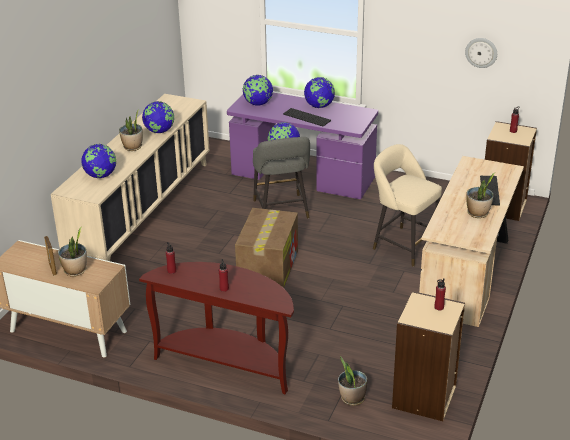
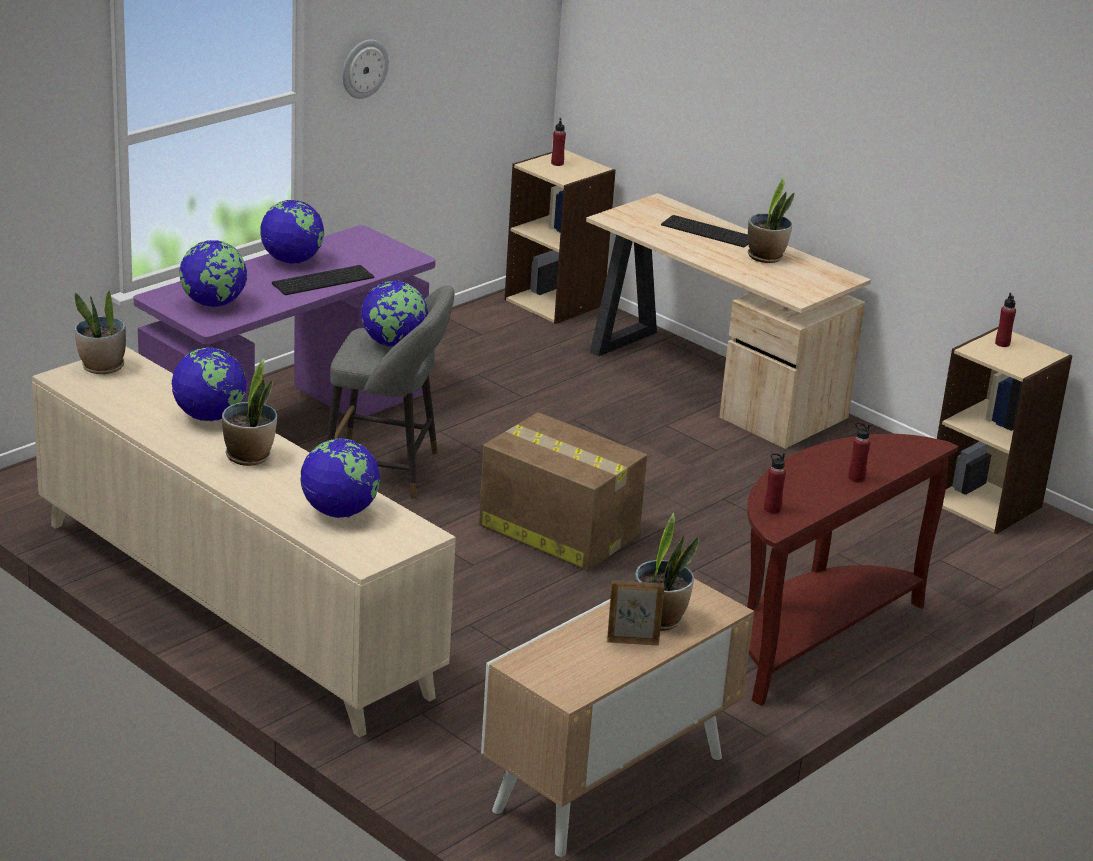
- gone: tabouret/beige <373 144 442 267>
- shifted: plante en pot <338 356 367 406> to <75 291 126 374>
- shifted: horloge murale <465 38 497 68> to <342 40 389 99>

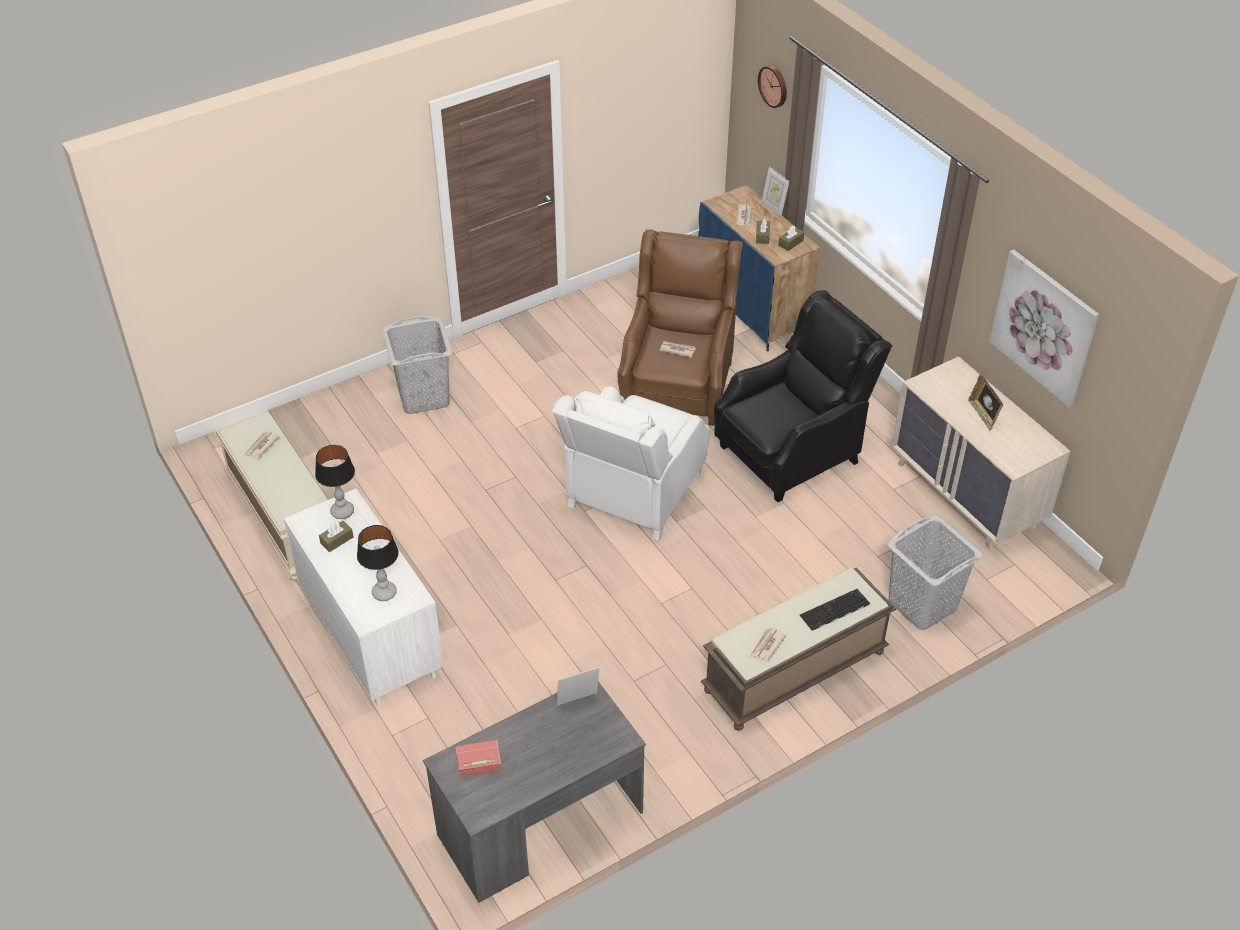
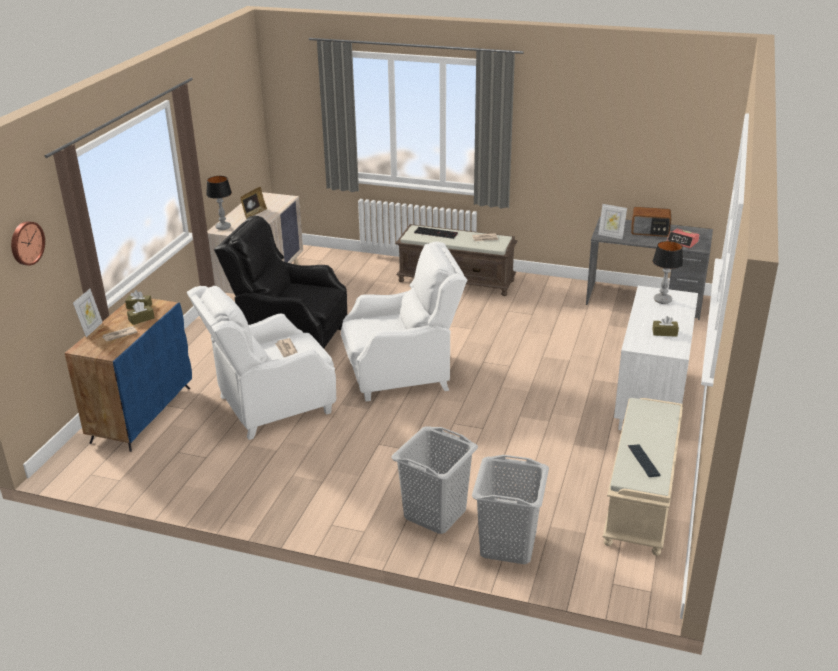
- gone: tableau <989 250 1099 407>
- new: radio <631 207 671 237>
- shifted: lampe de table <315 445 355 519> to <206 176 232 230>
- shifted: panier à linge/gris <887 515 983 630> to <472 455 549 564>
- swapped: journal <244 431 280 459> to clavier <628 444 660 477>
- repainted: fauteuil/marron <617 229 743 426> to fauteuil/blanc <187 286 336 440>

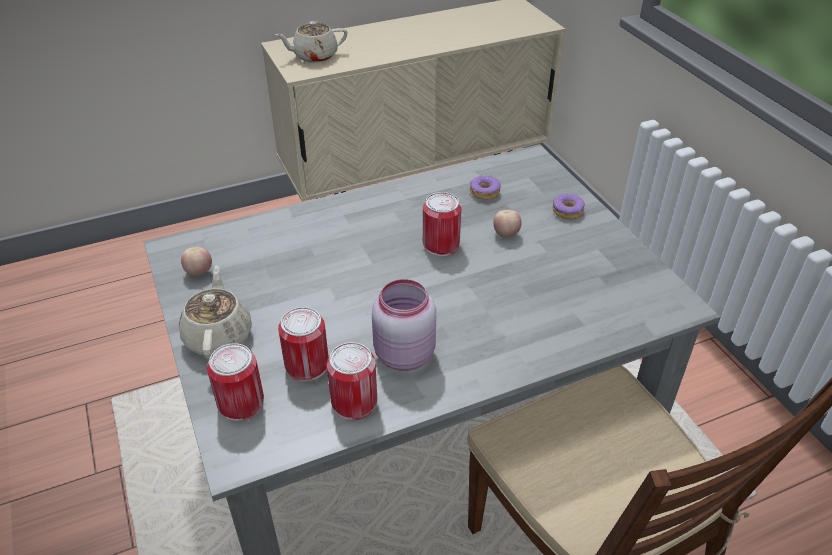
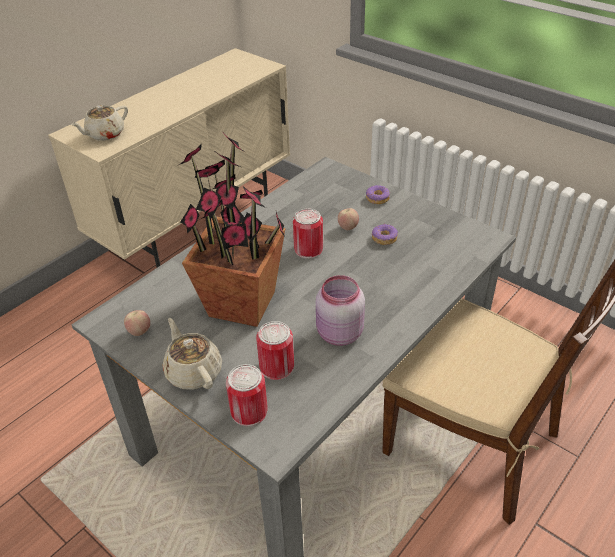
- gone: boîte métallique <327 342 377 420>
- new: plante en pot <179 134 286 327>
- shifted: beignet <470 175 501 200> to <372 224 398 245>

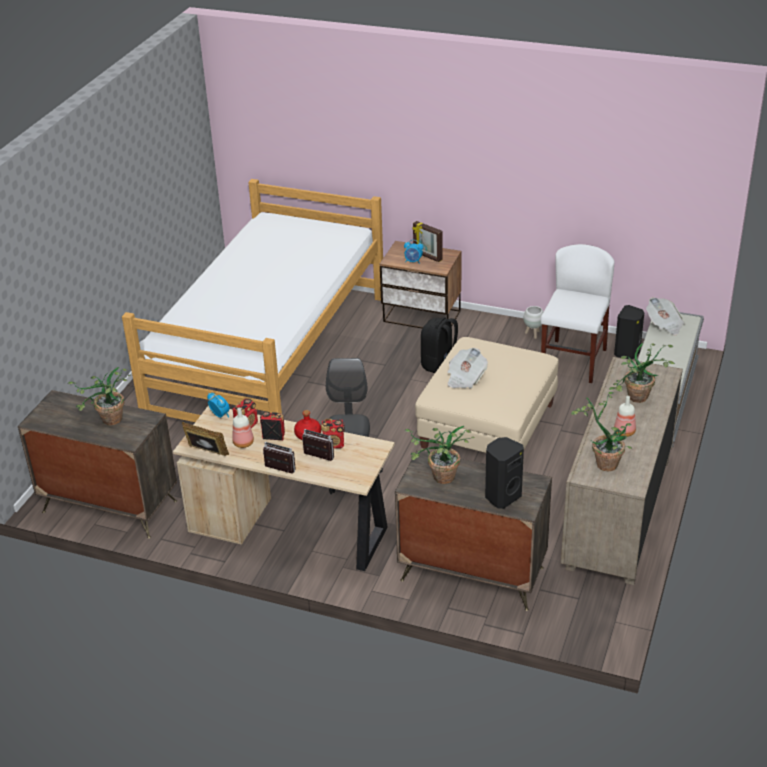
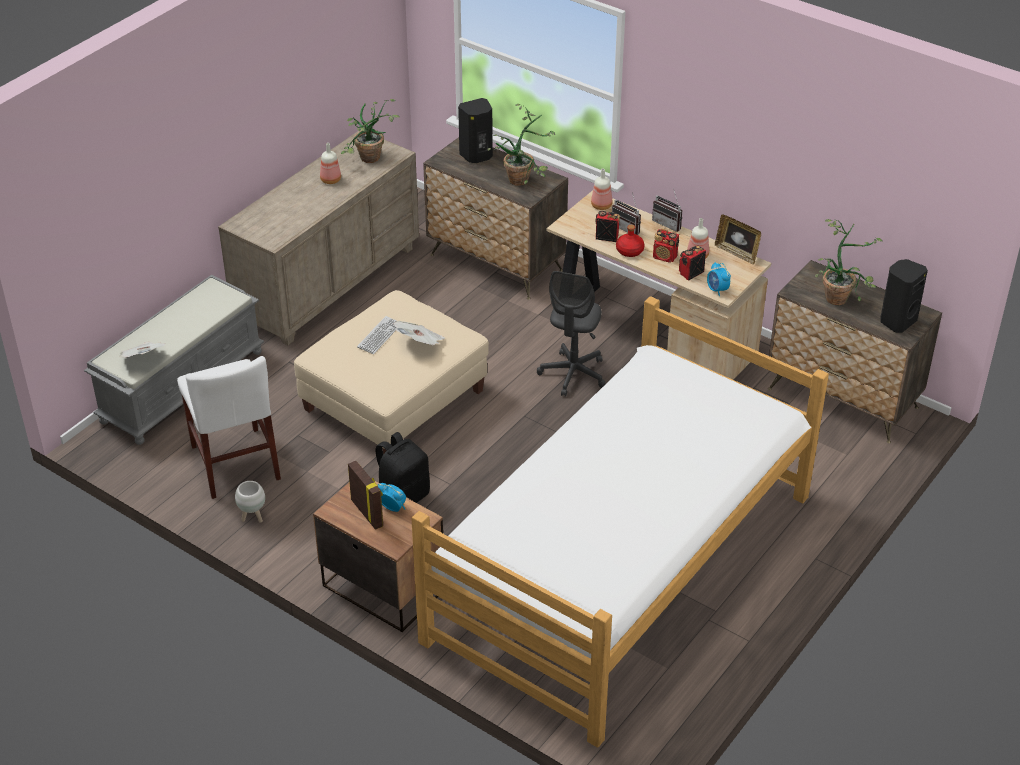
- gone: plante en pot <609 343 675 403>
- new: clavier <357 316 397 354>
- new: bouteille <591 169 612 210>
- shifted: enceinte/noir <614 305 644 359> to <881 259 928 333>
- rotated: chaise/blanc <540 244 615 383> = <177 356 281 499> 60 degrees counterclockwise

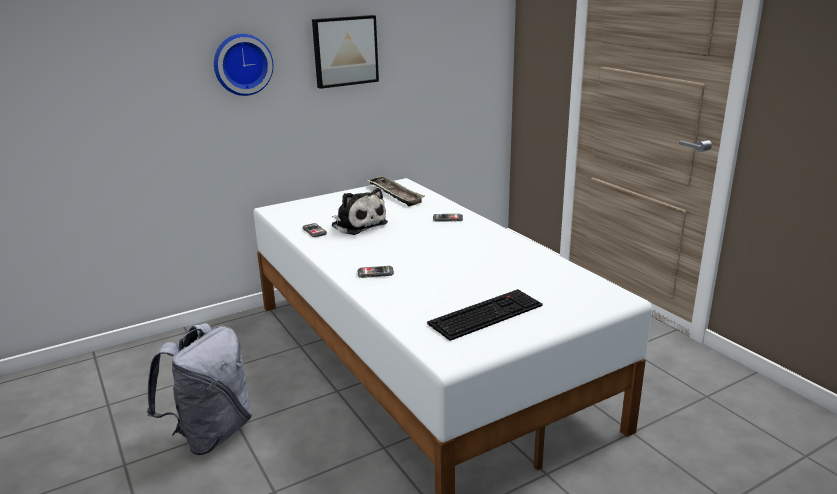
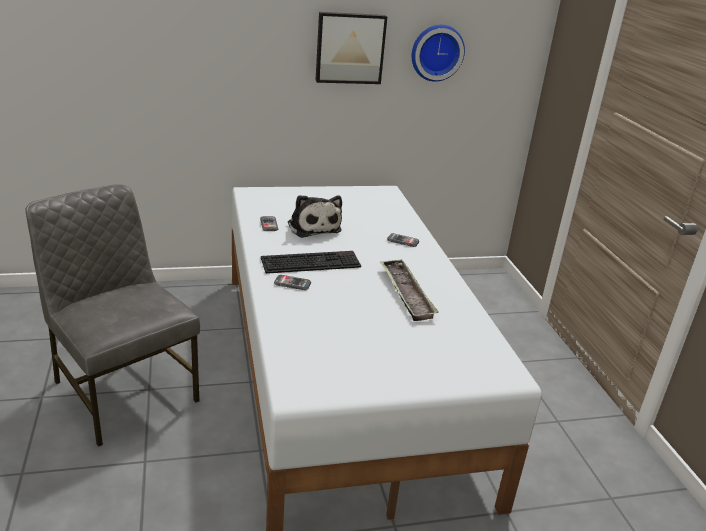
- shifted: horloge murale <214 34 273 96> to <412 25 465 82>
- shifted: plateau <367 176 425 206> to <380 259 439 321>
- shifted: clavier <427 289 543 341> to <261 251 361 274>
- swapped: sac à dos/gris <147 323 252 455> to chaise/gris <26 184 200 447>

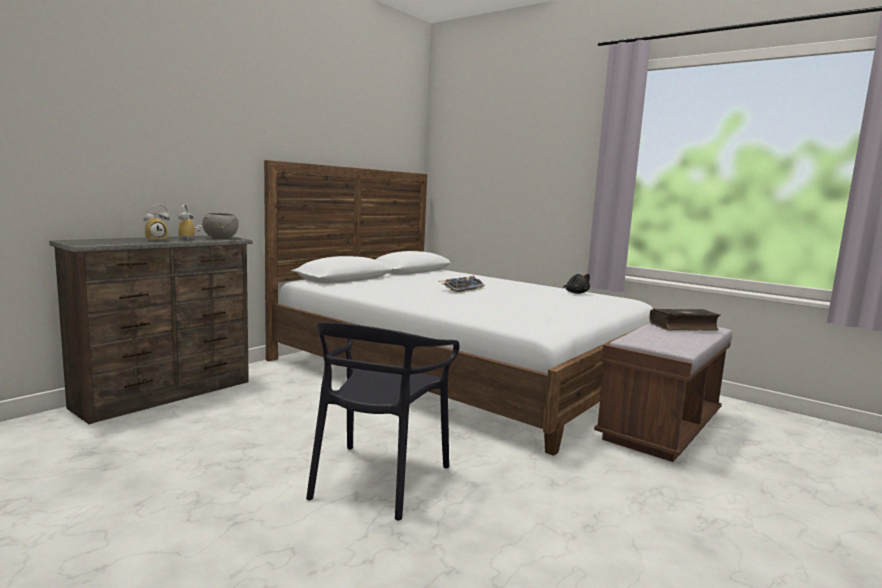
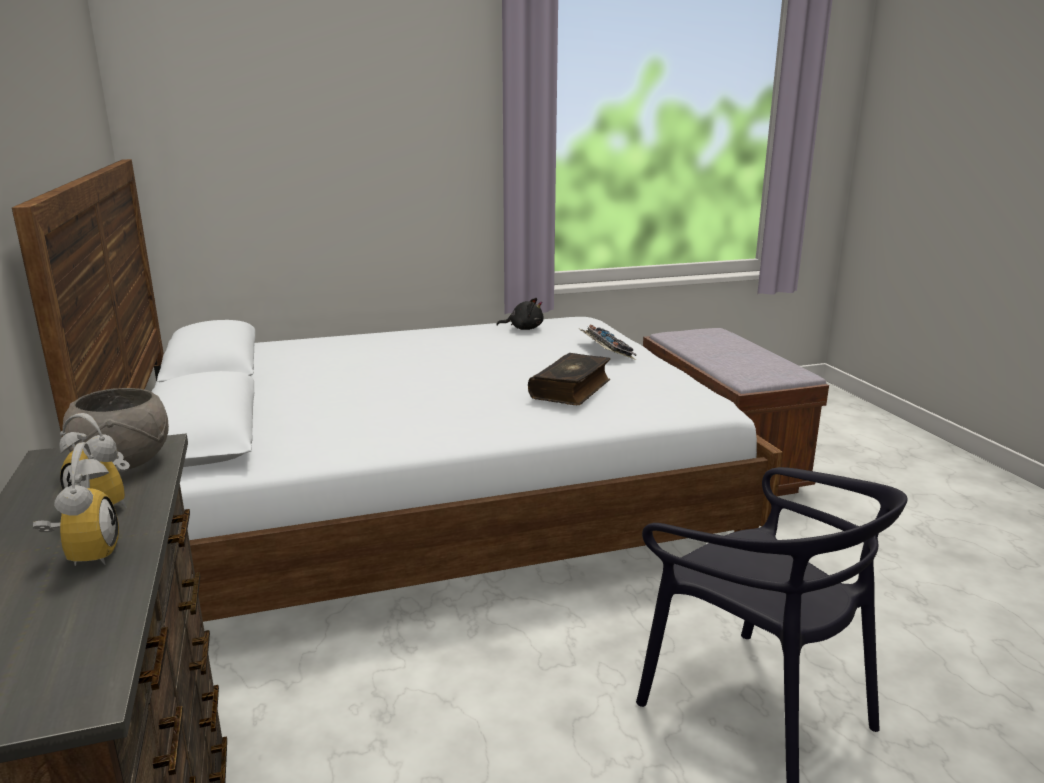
- shifted: clavier <439 276 485 294> to <578 325 638 360>
- shifted: livre <649 308 721 331> to <528 353 610 405>

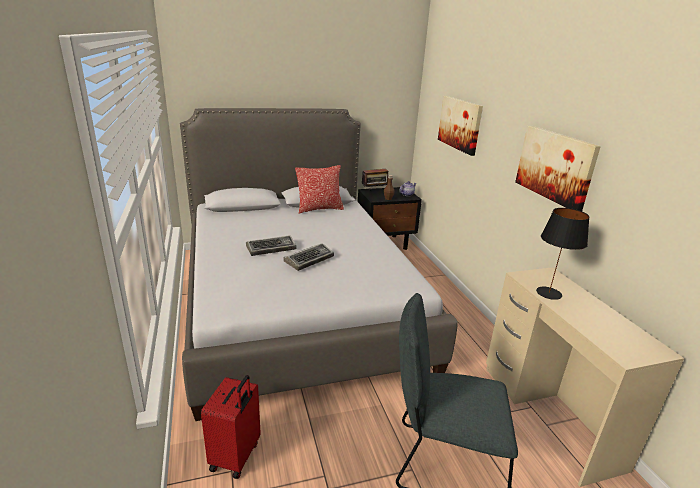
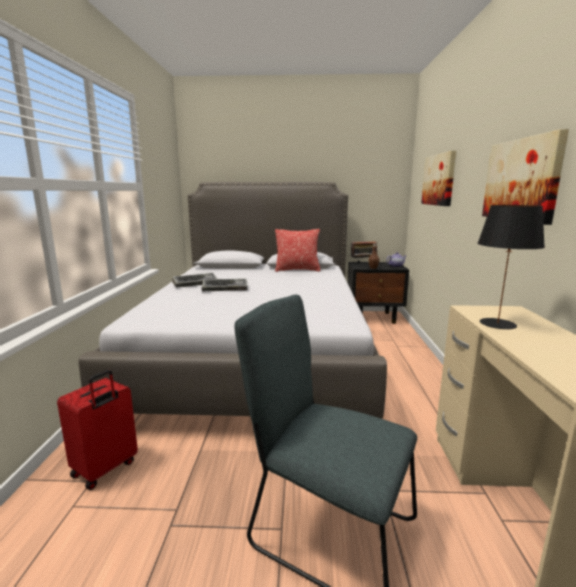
- shifted: clavier <283 243 334 271> to <172 273 218 288>

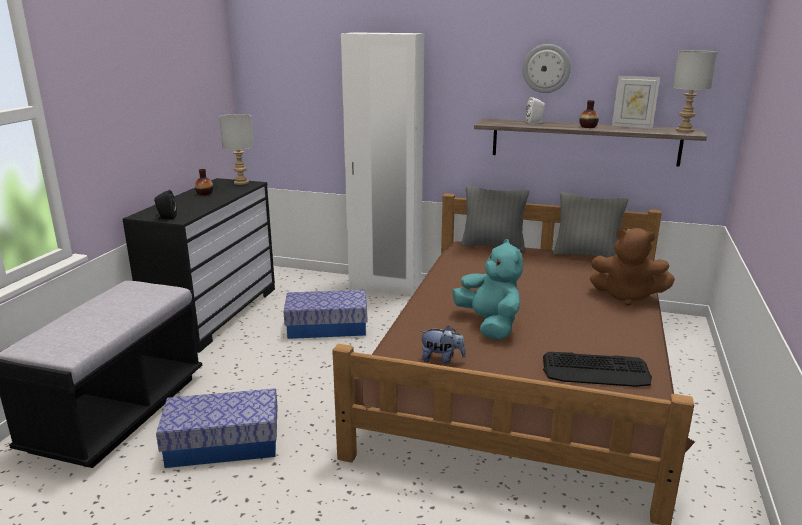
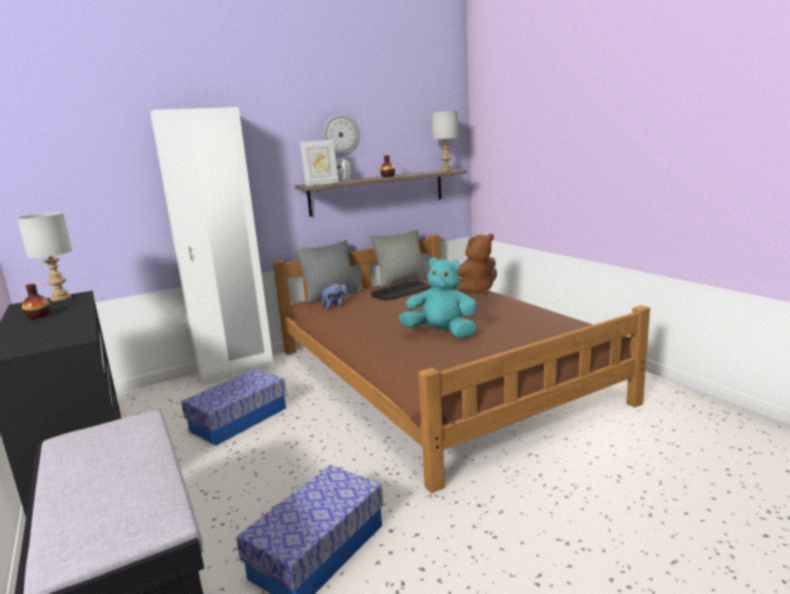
- gone: enceinte/noir <154 190 177 220>
- shifted: peluche <419 326 466 364> to <320 283 349 309>
- shifted: clavier <543 352 652 387> to <371 280 431 301>
- shifted: cadre photo <612 76 660 129> to <300 140 339 186>

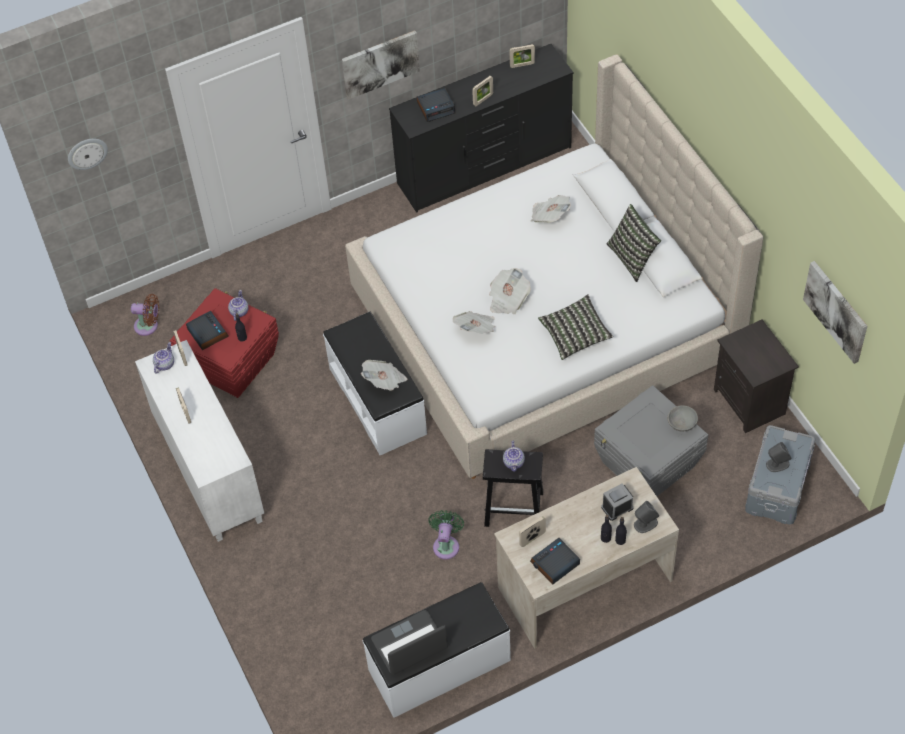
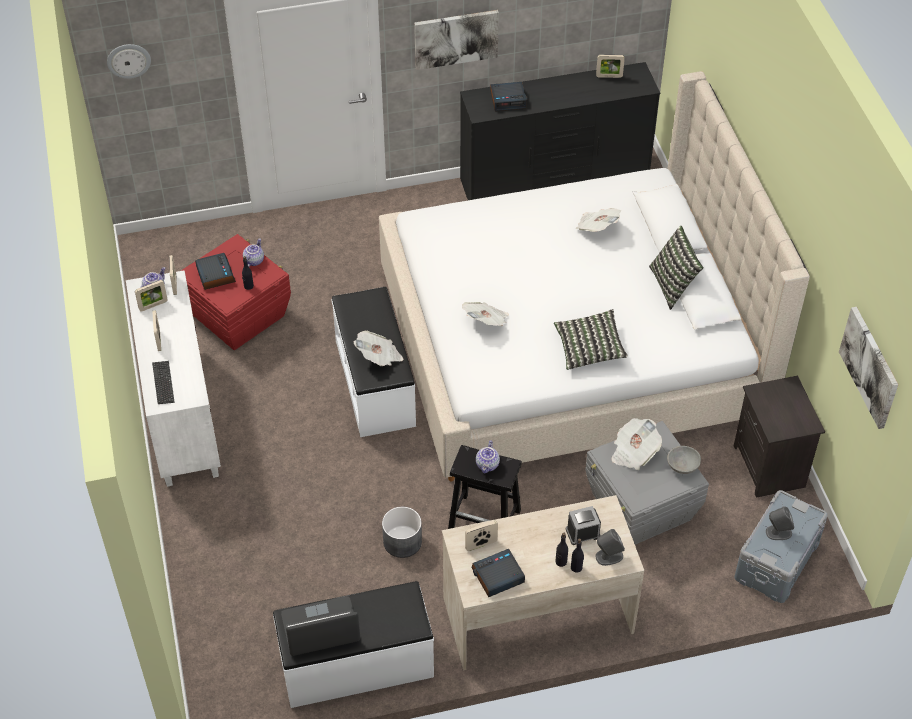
- gone: ventilateur/marron <131 294 159 336>
- new: clavier <152 361 175 404>
- shifted: cadre photo <472 76 493 106> to <135 280 168 312>
- shifted: journal <489 268 531 314> to <611 418 662 470>
- swapped: ventilateur/vert <428 510 464 559> to cache-pot/gris <382 507 422 558>

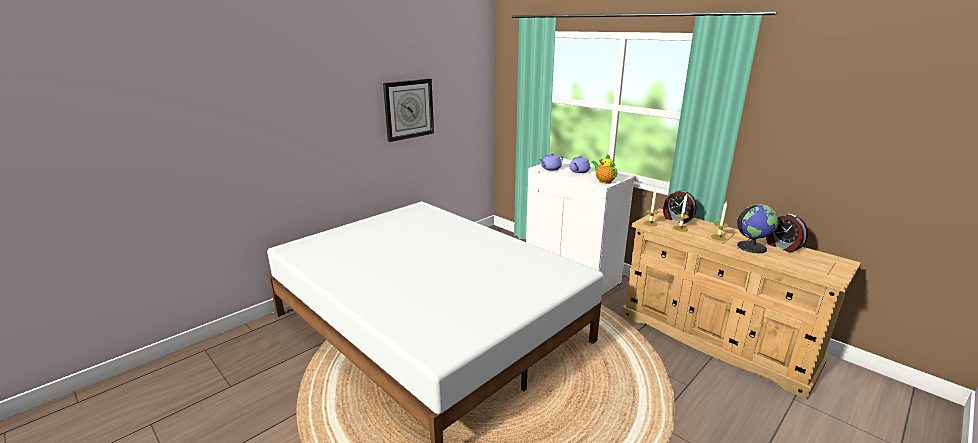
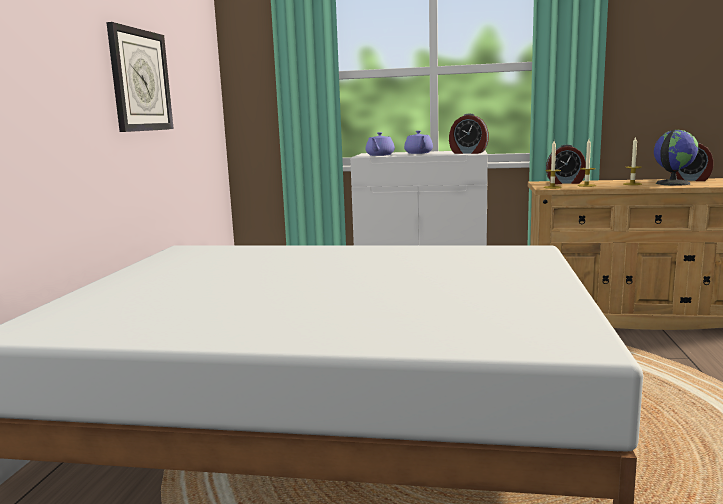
- swapped: théière <591 154 617 184> to réveil <449 114 489 154>

